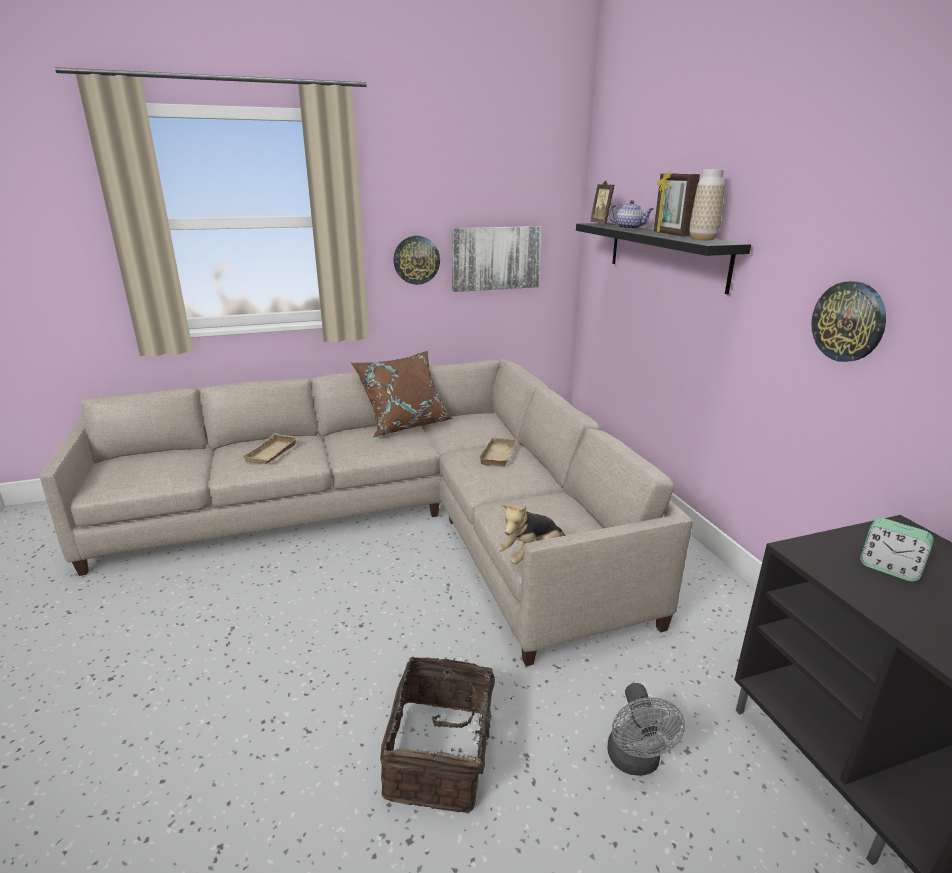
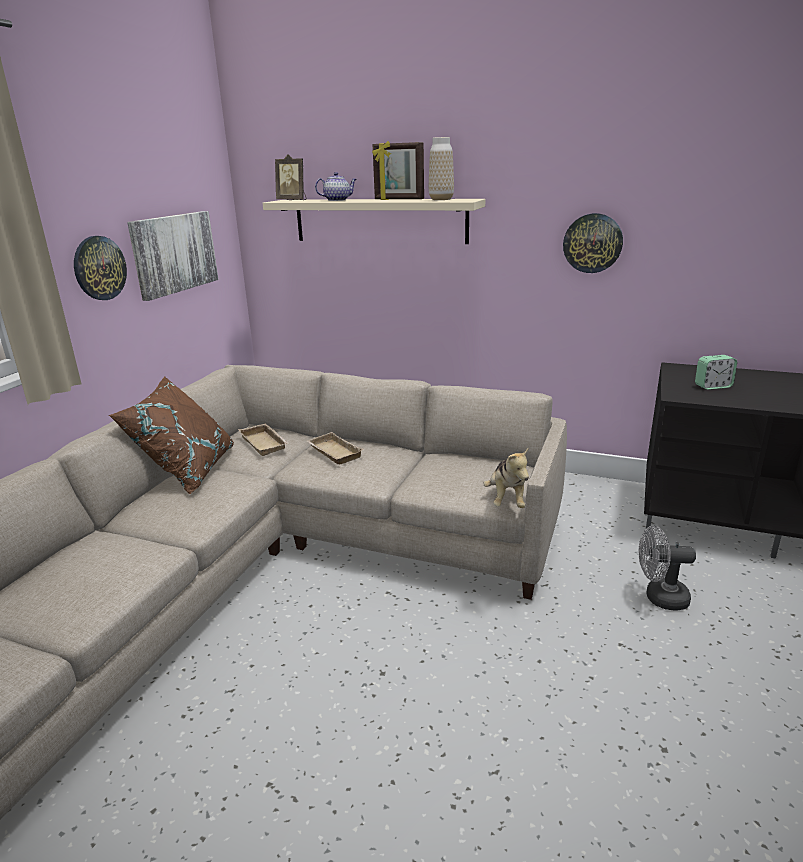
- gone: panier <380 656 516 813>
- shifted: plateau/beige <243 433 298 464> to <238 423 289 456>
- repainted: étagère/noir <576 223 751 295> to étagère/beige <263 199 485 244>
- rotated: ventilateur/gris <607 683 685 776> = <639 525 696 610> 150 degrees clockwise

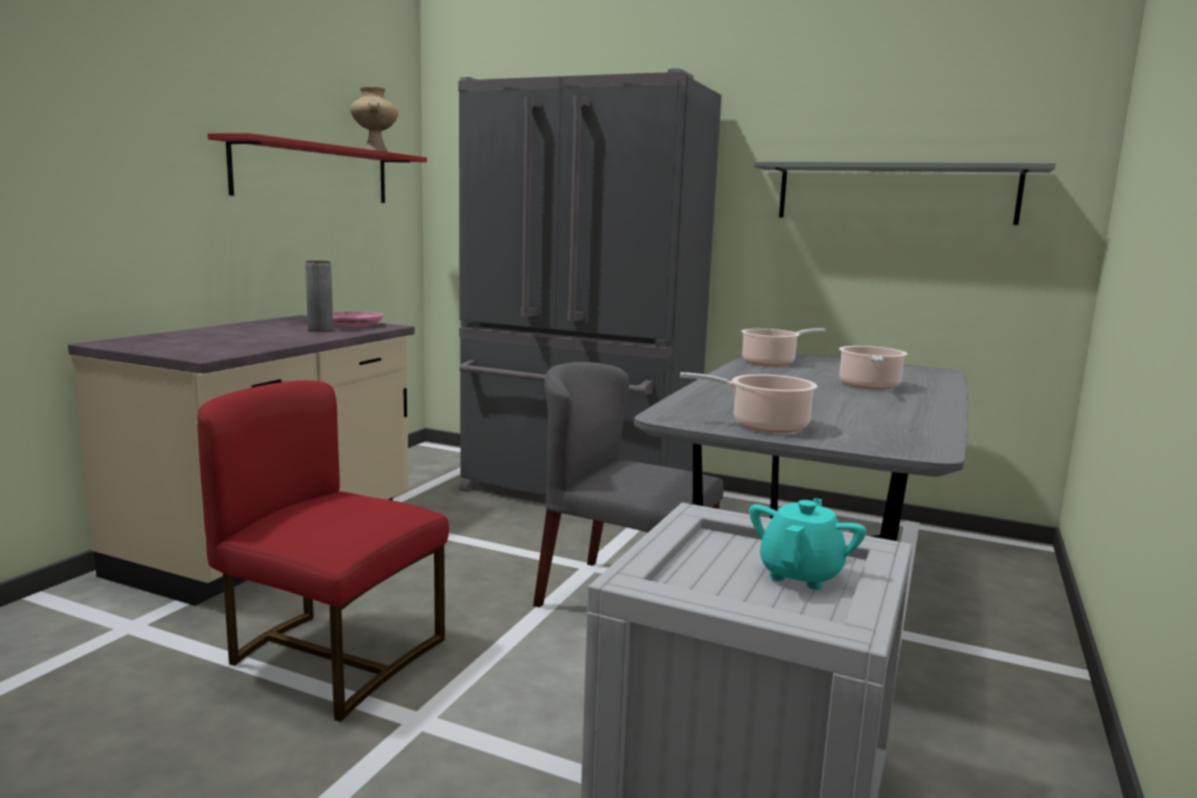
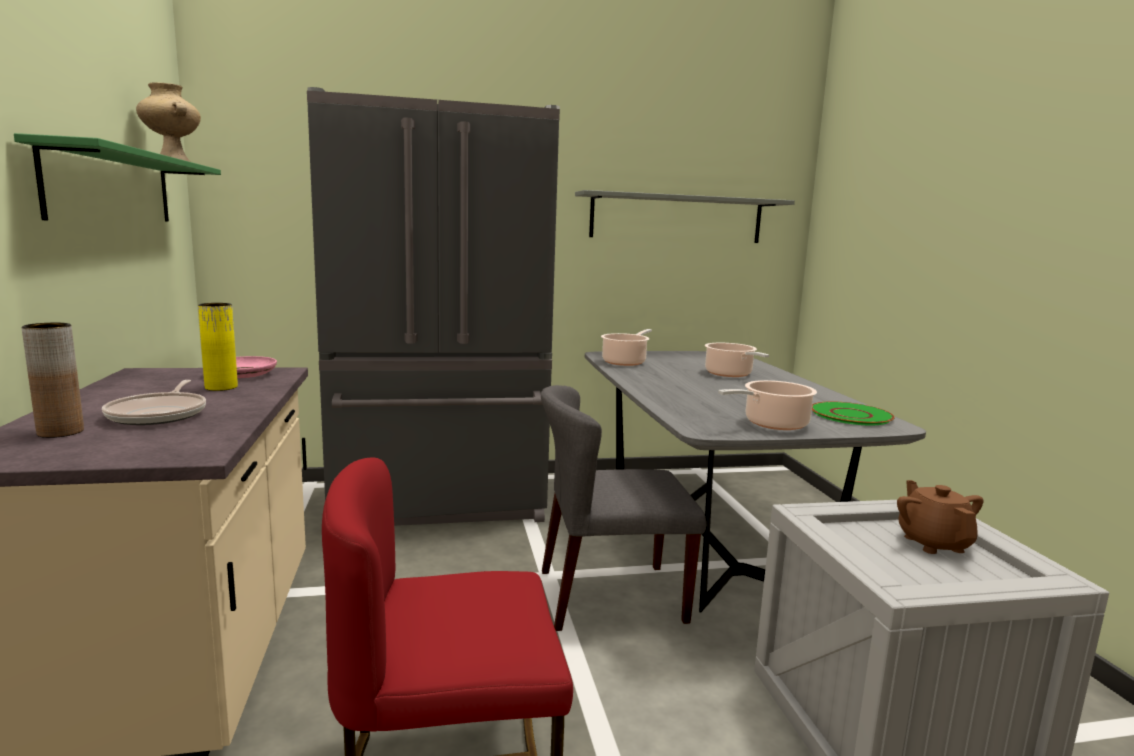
- new: vase/marron <21 323 84 438>
- new: poêle <102 380 206 425>
- new: assiette/vert <812 401 895 425>
- repainted: étagère/rouge <208 133 427 203> to étagère/vert <14 133 221 222>
- repainted: vase/gris <305 261 333 332> to vase/jaune <198 303 238 391>
- repainted: théière/turquoise <749 498 866 590> to théière/marron <897 480 984 554>

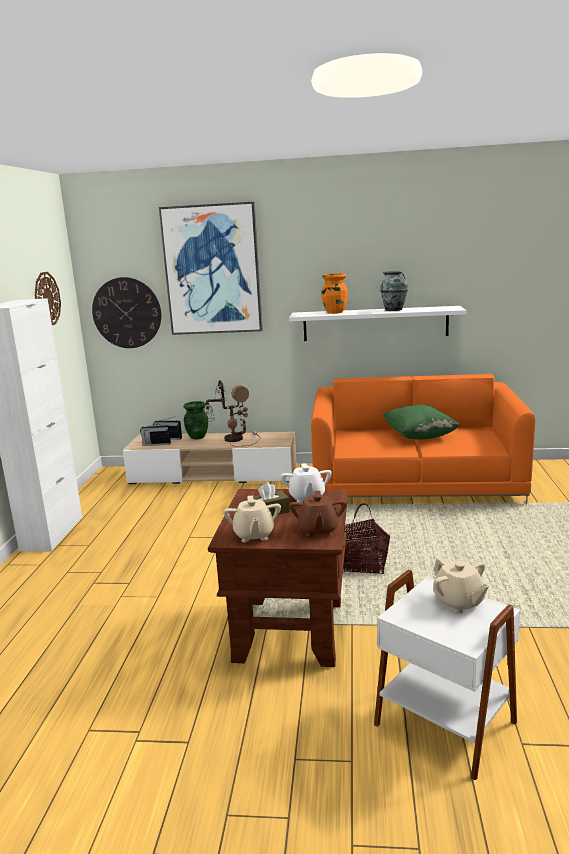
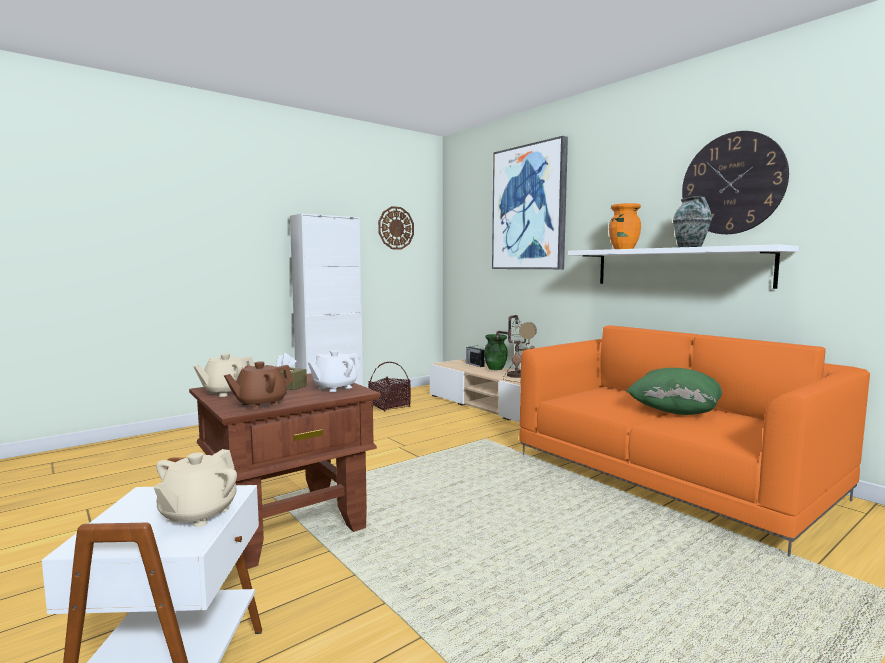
- gone: radio <140 422 171 446>
- shifted: horloge murale <92 277 161 348> to <682 131 789 234>
- shifted: panier <343 503 390 574> to <368 362 411 412>

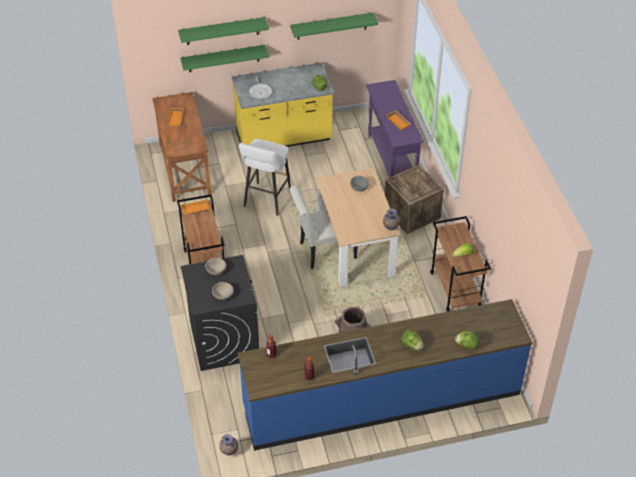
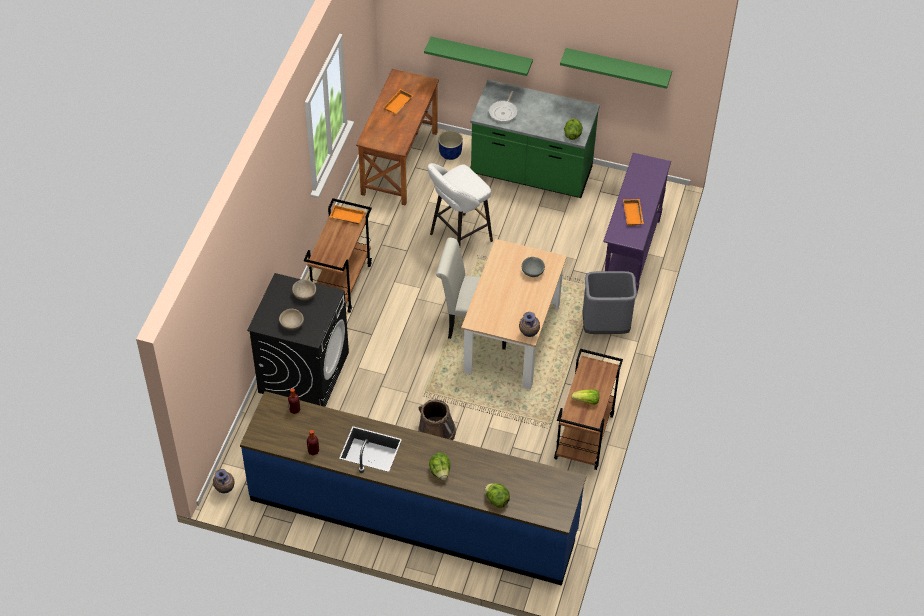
- gone: étagère/vert <178 17 269 45>
- new: cache-pot/bleu <438 130 463 160>
- swapped: caisse <384 164 444 234> to poubelle/gris <583 271 637 334>
- repainted: comptoir de cuisine/jaune <232 62 334 147> to comptoir de cuisine/vert <470 80 600 198>

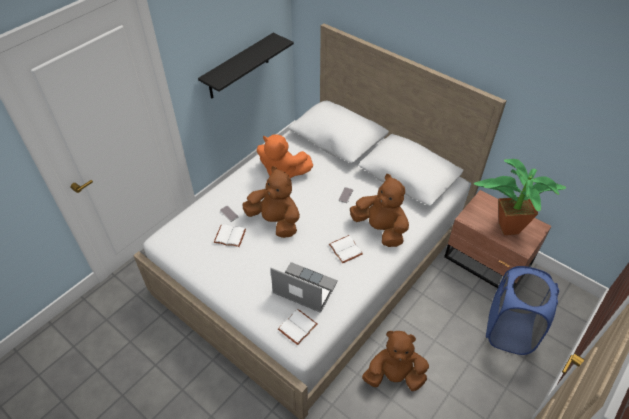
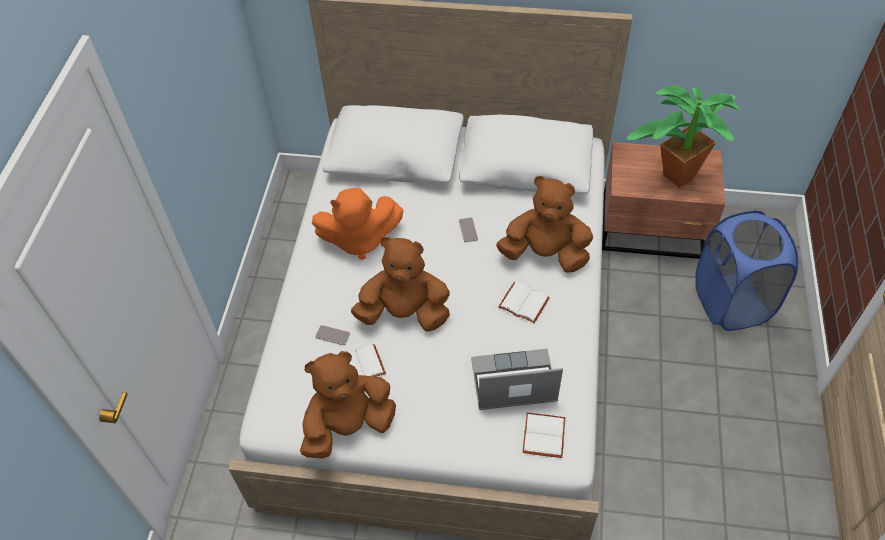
- gone: étagère/noir <198 33 294 99>
- shifted: peluche/marron <362 331 429 391> to <300 351 396 459>

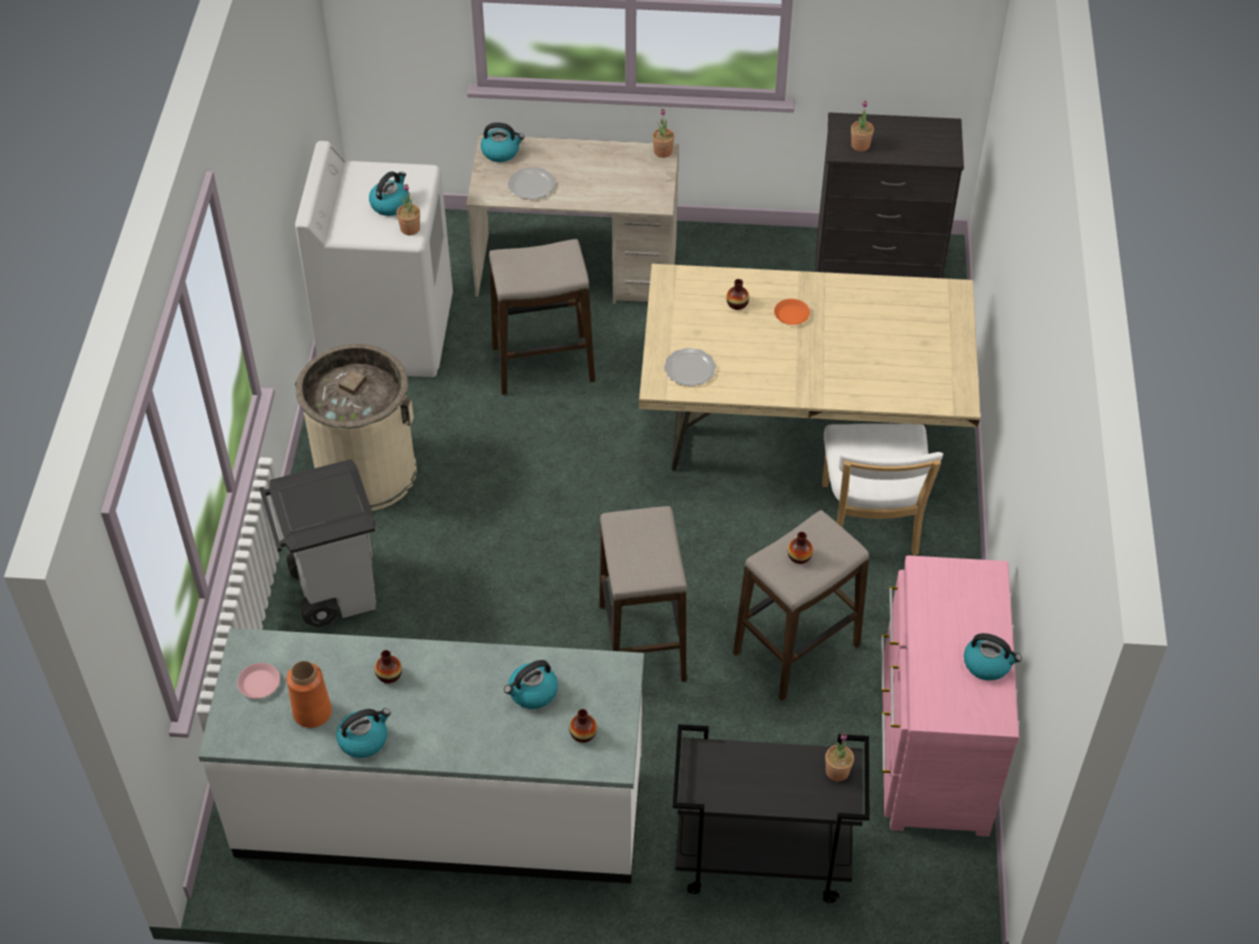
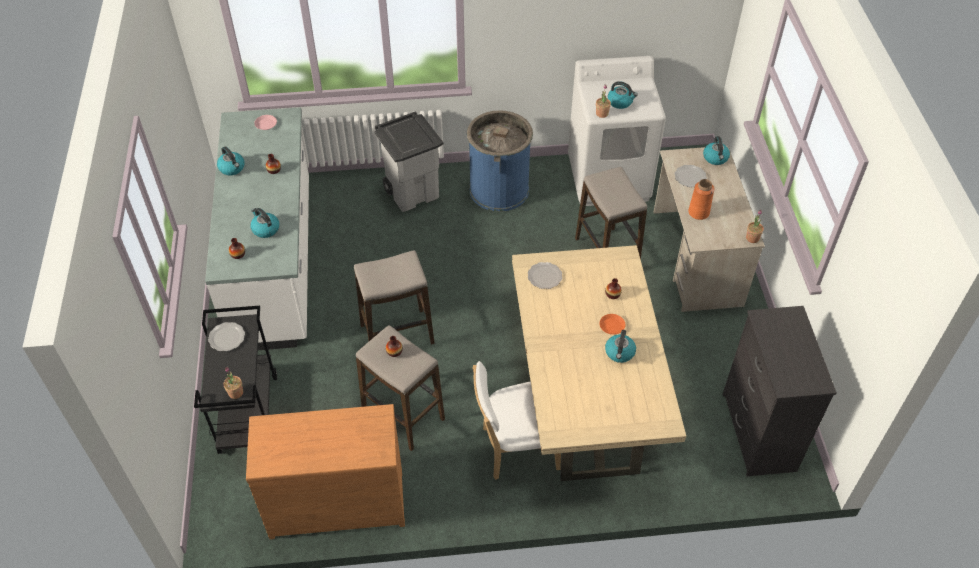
- gone: plante en pot <851 100 874 151>
- new: assiette <208 322 245 351>
- shifted: vase/orange <287 661 332 728> to <688 179 714 220>
- shifted: bouilloire <964 633 1022 681> to <605 330 636 363>
- repainted: poubelle/beige <295 344 417 511> to poubelle/bleu <467 110 533 212>
- repainted: commode/rose <881 555 1019 837> to commode/marron <246 404 405 539>

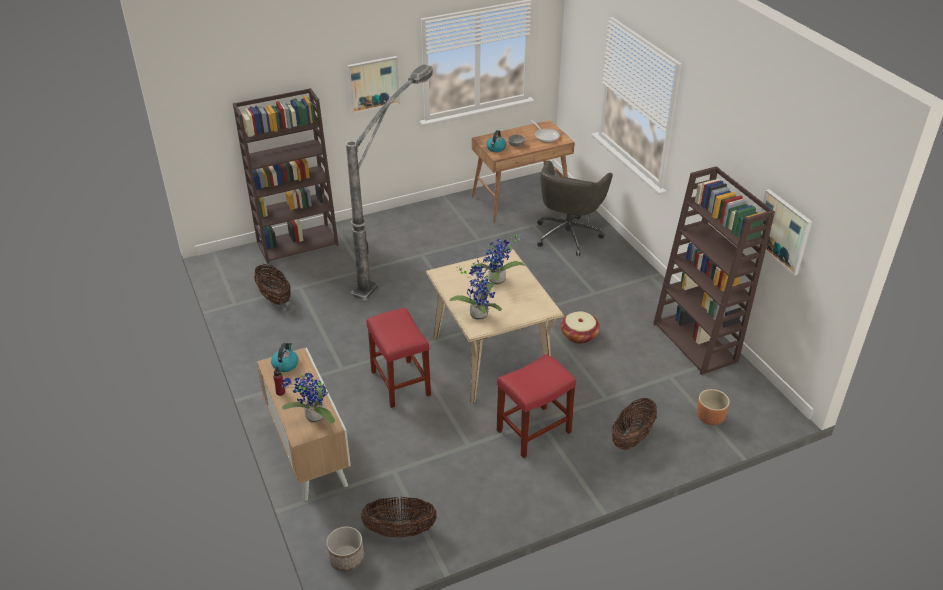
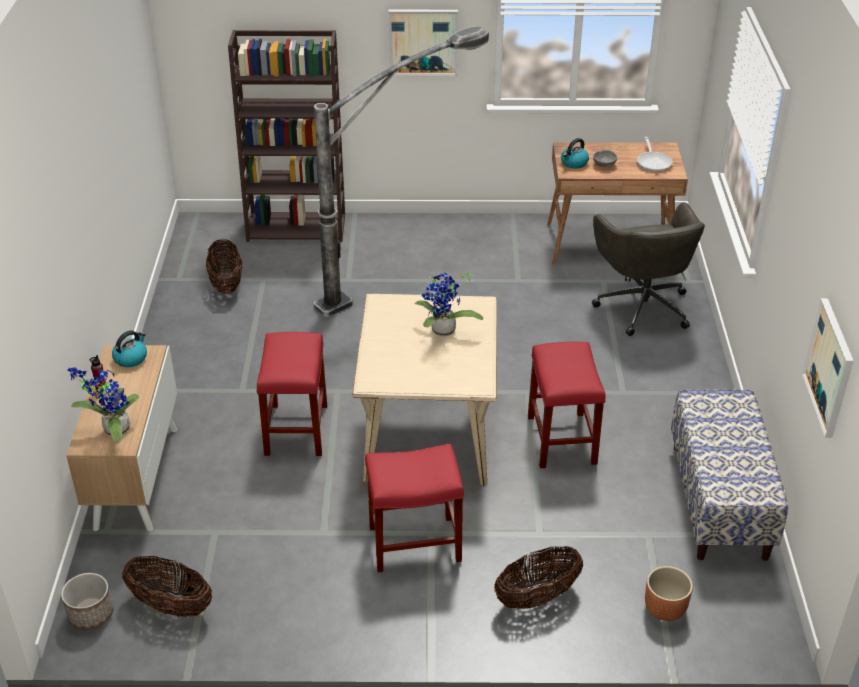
- gone: plante en pot <449 257 502 320>
- swapped: panier <561 311 600 344> to tabouret/rouge <528 342 606 468>
- swapped: bibliothèque/marron <653 166 775 375> to banc <671 389 788 561>
- rotated: chaise de bureau/gris <537 161 613 256> = <592 203 705 336> 60 degrees counterclockwise

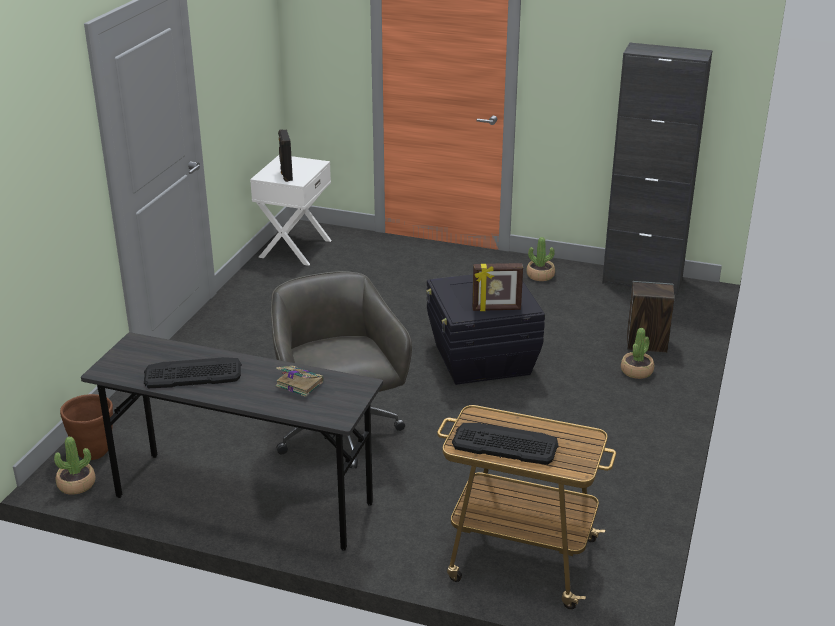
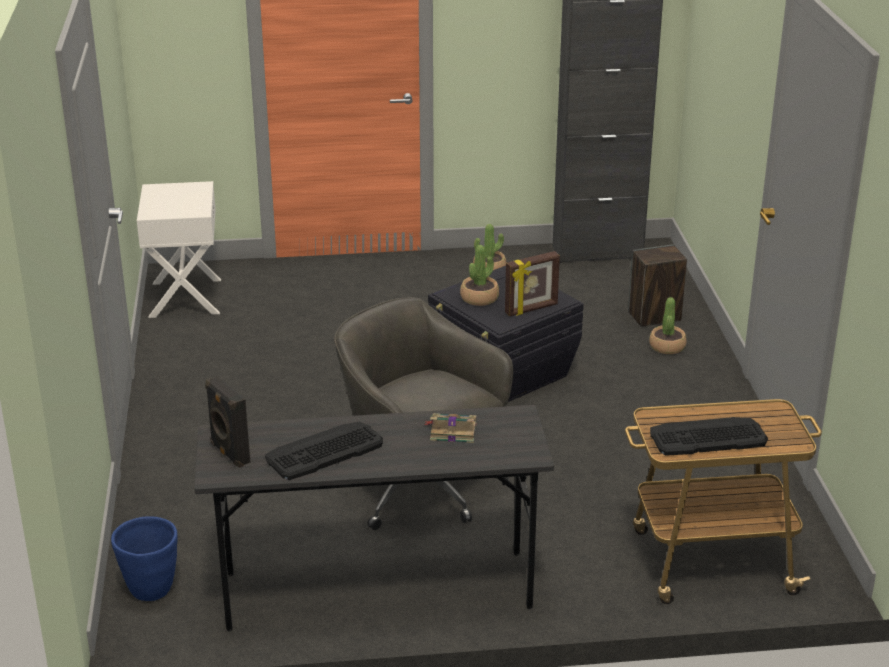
- shifted: plante en pot <54 436 96 495> to <460 245 499 306>
- shifted: enceinte/noir <278 129 293 182> to <205 376 250 468>
- repainted: cache-pot/marron <60 394 113 460> to cache-pot/bleu <111 516 178 601>

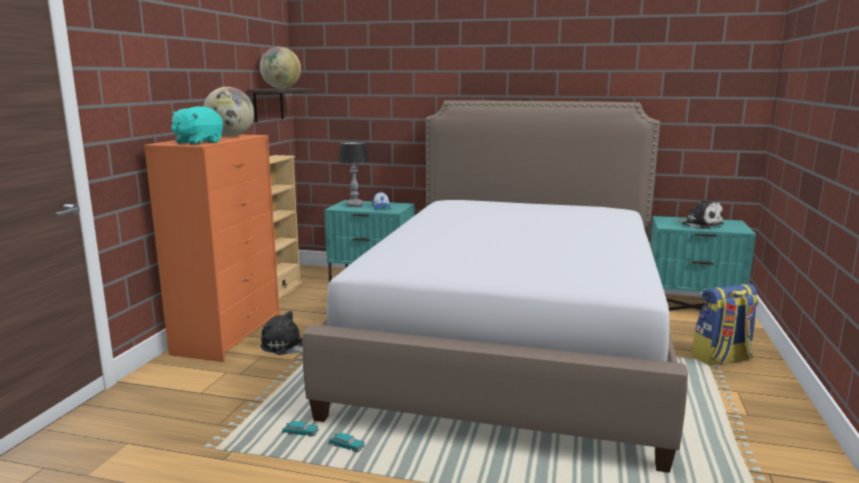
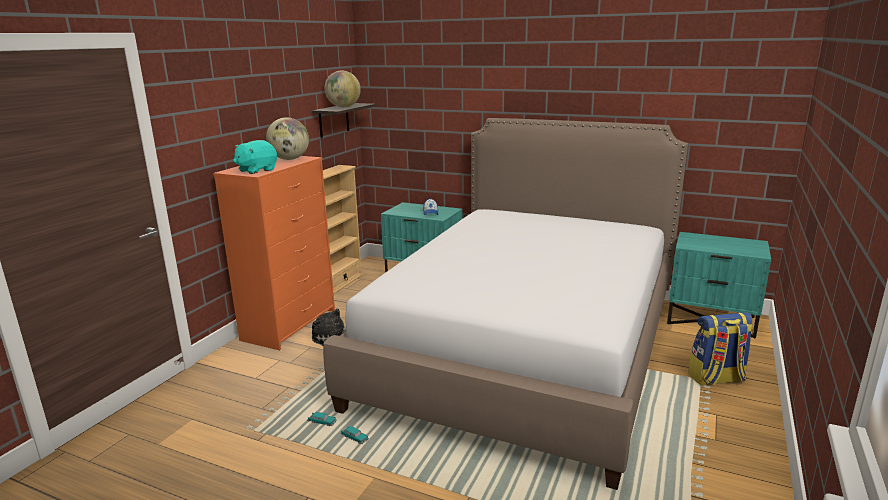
- gone: lampe de table <338 142 369 207>
- gone: peluche <675 199 724 229>

